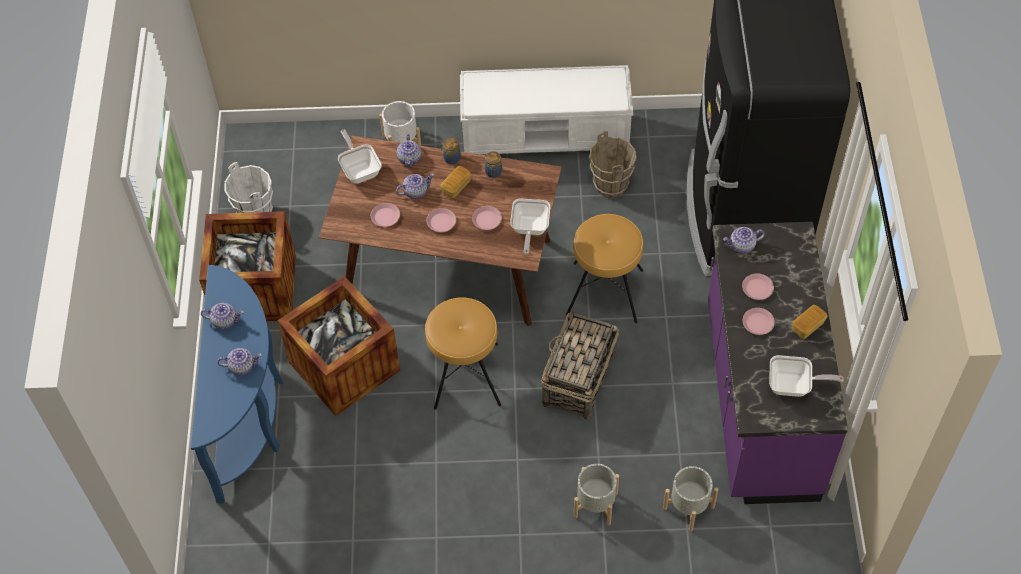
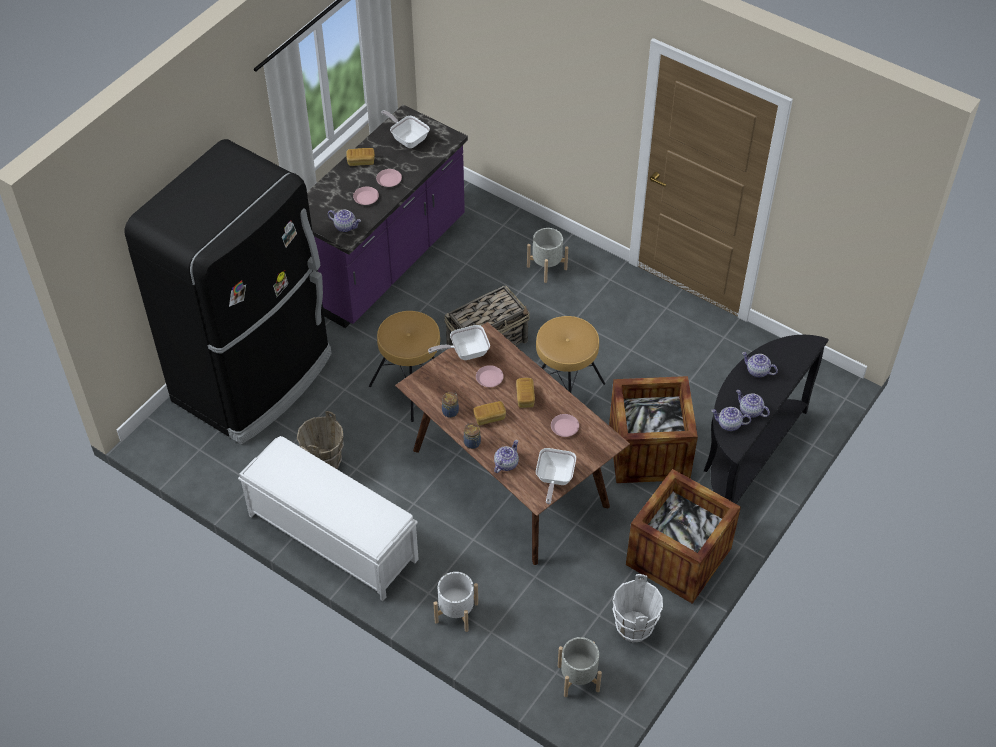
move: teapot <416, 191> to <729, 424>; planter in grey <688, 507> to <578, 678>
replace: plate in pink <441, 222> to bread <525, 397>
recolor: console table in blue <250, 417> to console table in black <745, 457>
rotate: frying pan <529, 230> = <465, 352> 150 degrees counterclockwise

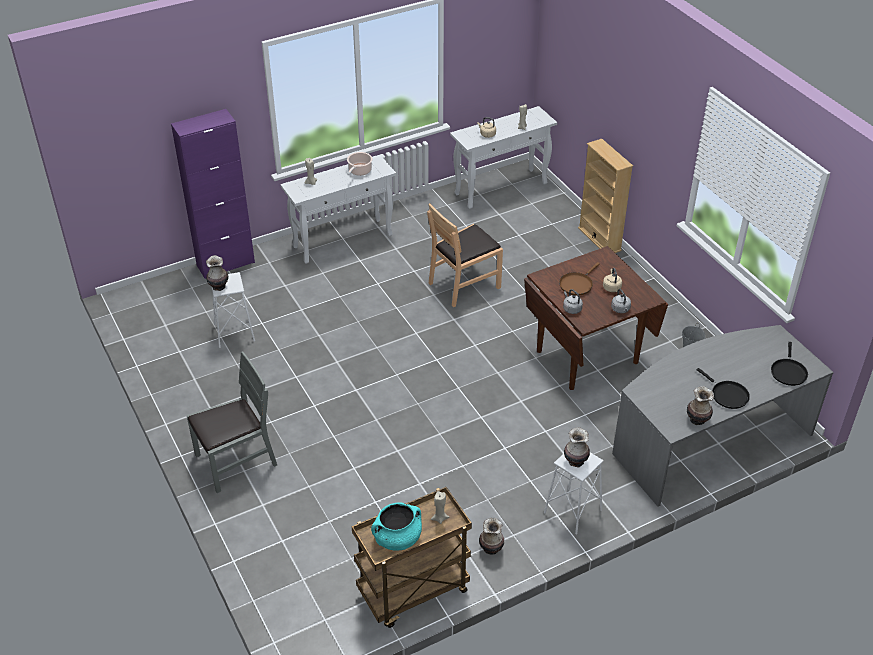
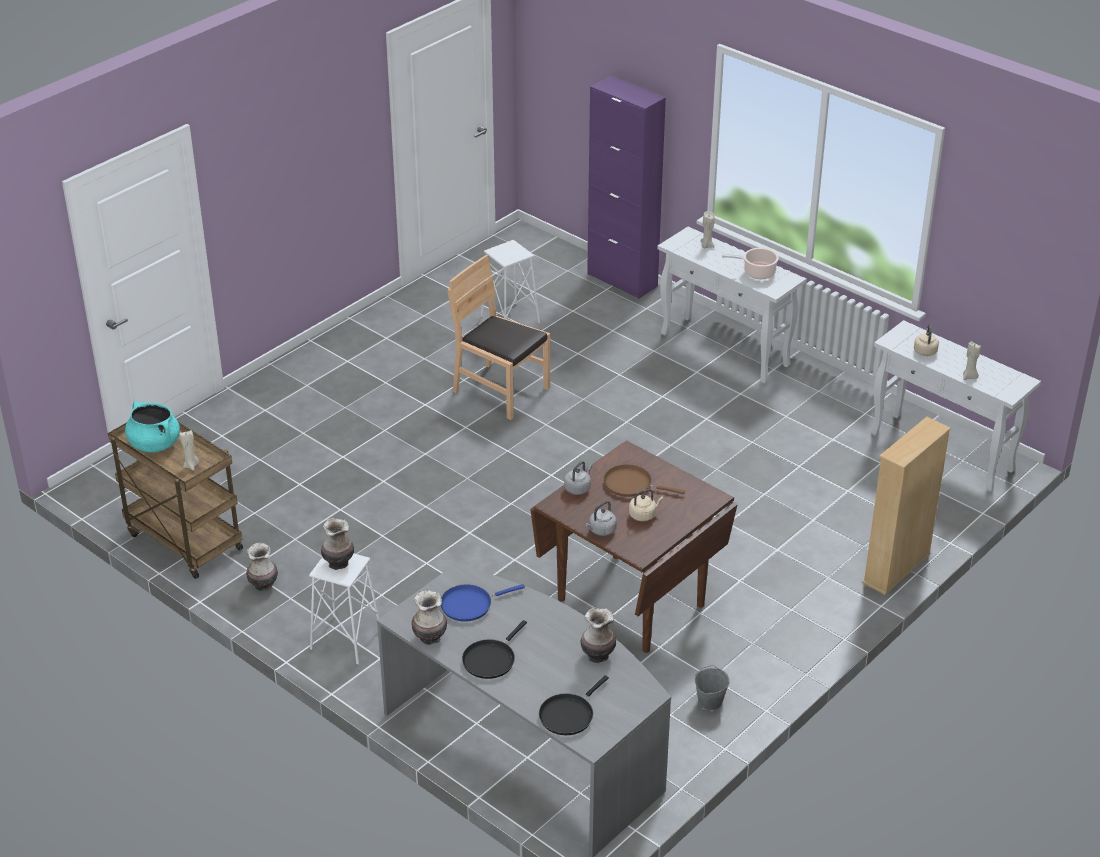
delete: chair in grey <236, 461>
insert: frying pan in blue <470, 605>
move: vase <218, 286> to <597, 655>; chair in brown <464, 284> to <500, 390>
rotate: frying pan in black <788, 372> = <568, 714> 45 degrees counterclockwise

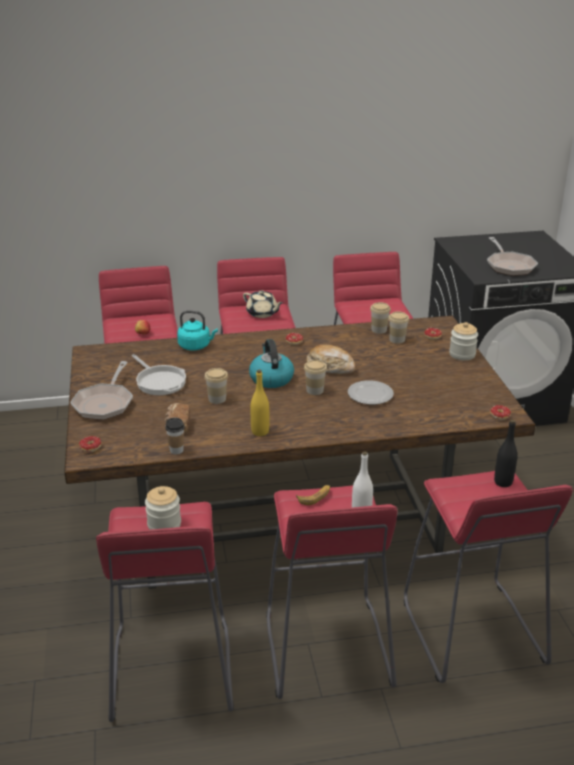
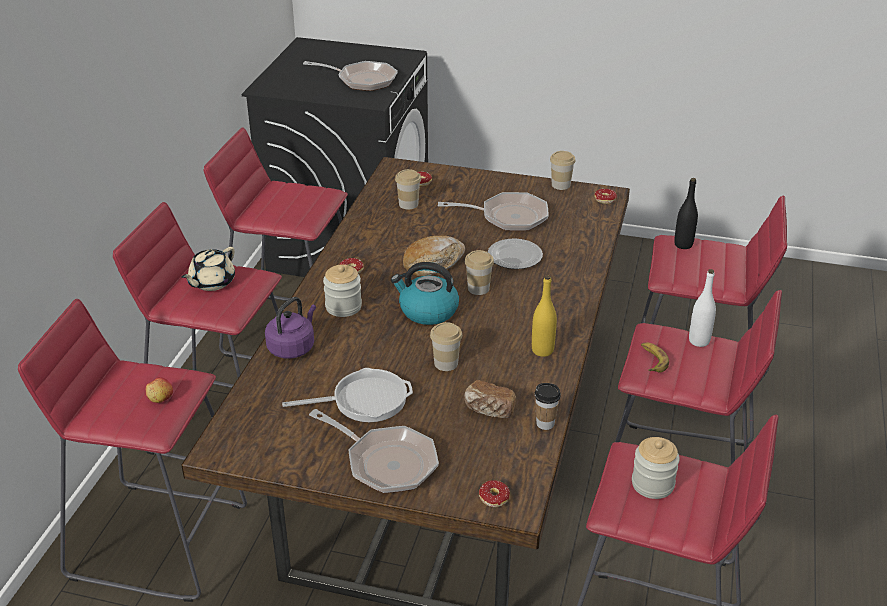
insert: frying pan <508, 217>
move: cup <379, 330> to <561, 185>; jar <462, 354> to <343, 307>
recolor: kettle in turquoise <196, 346> to kettle in purple <293, 347>
rotate: teapot in beige <262, 313> = <211, 282> 150 degrees clockwise

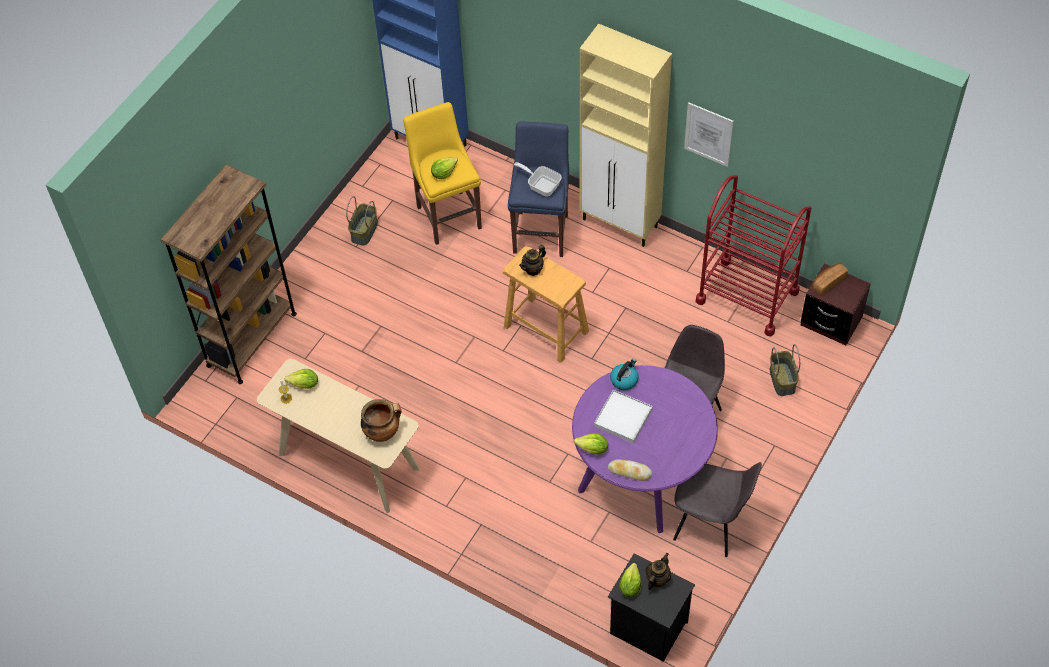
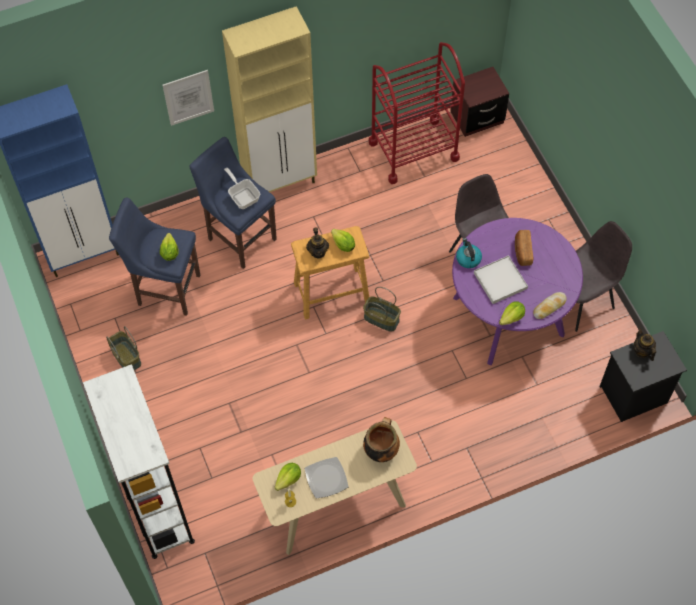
insert: plate <326, 478>
move: lettuce <630, 586> to <343, 245>; picture <708, 134> to <188, 97>; basket <783, 380> to <382, 318>; bread <828, 282> to <522, 251>
recolor: bookcase in brown <251, 339> to bookcase in white <157, 507>; stool in yellow <448, 215> to stool in blue <166, 289>
rotate: frying pan <541, 185> = <243, 196> 75 degrees clockwise

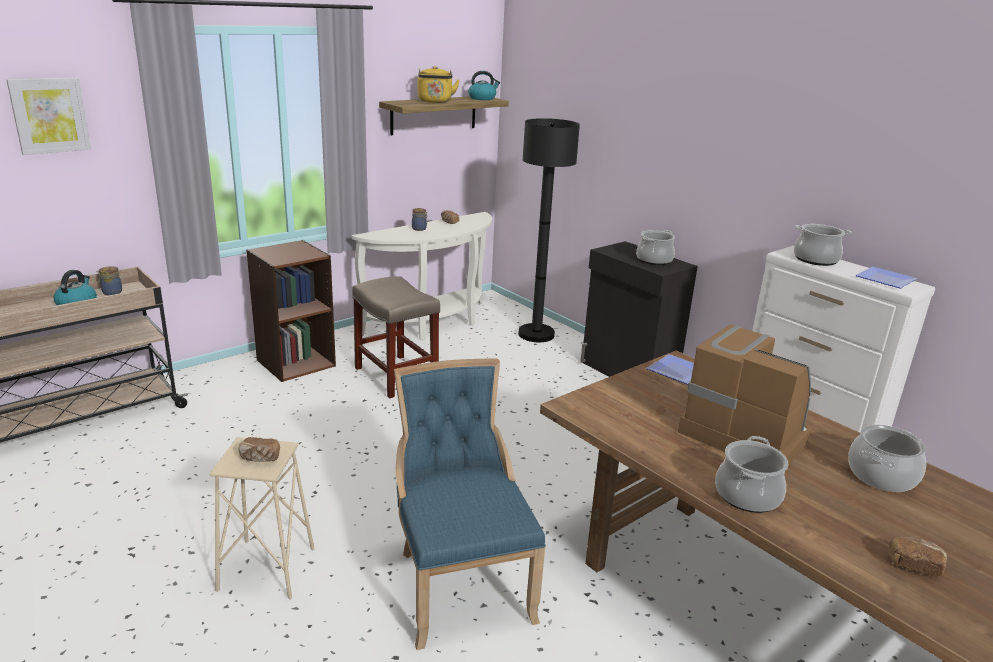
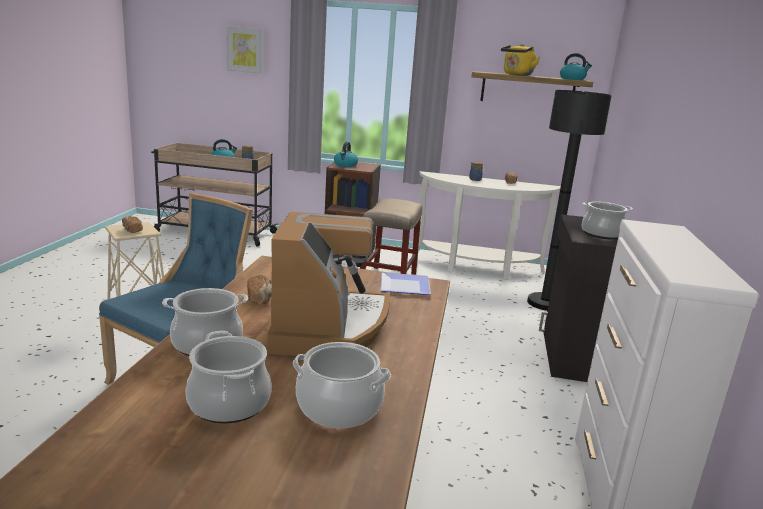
delete: plate <887, 280>
insert: kettle <345, 165>
move: cooking pot <816, 259> to <229, 403>; bread <913, 565> to <260, 298>

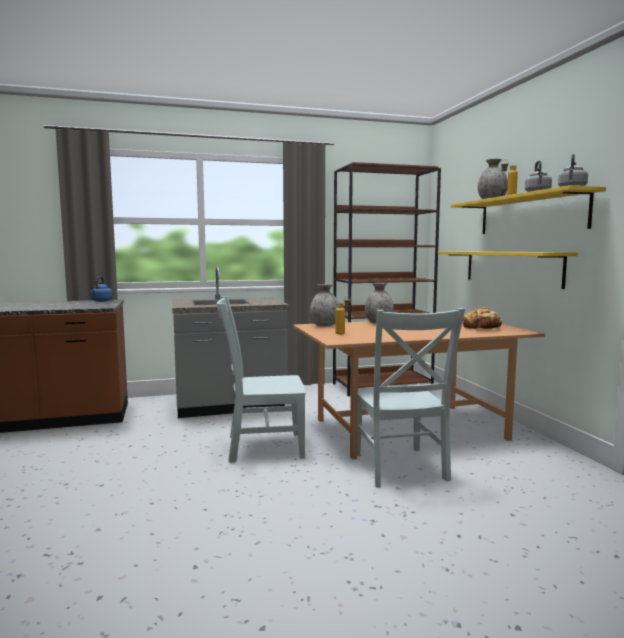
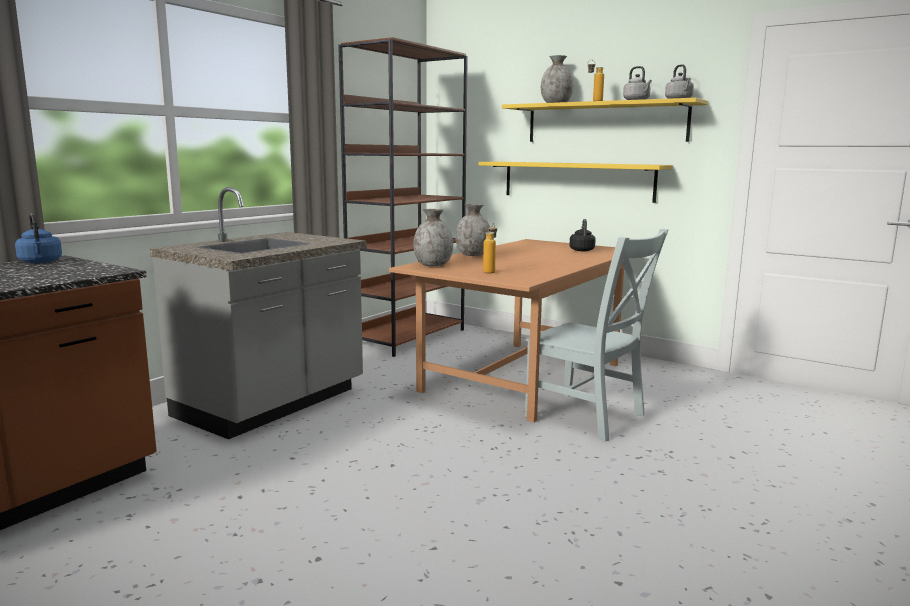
delete: chair in grey <261, 446>
replace: bread <482, 328> to kettle in black <581, 250>

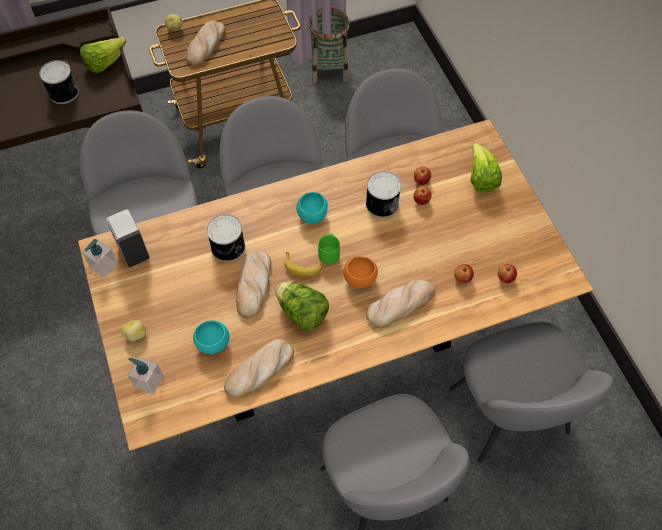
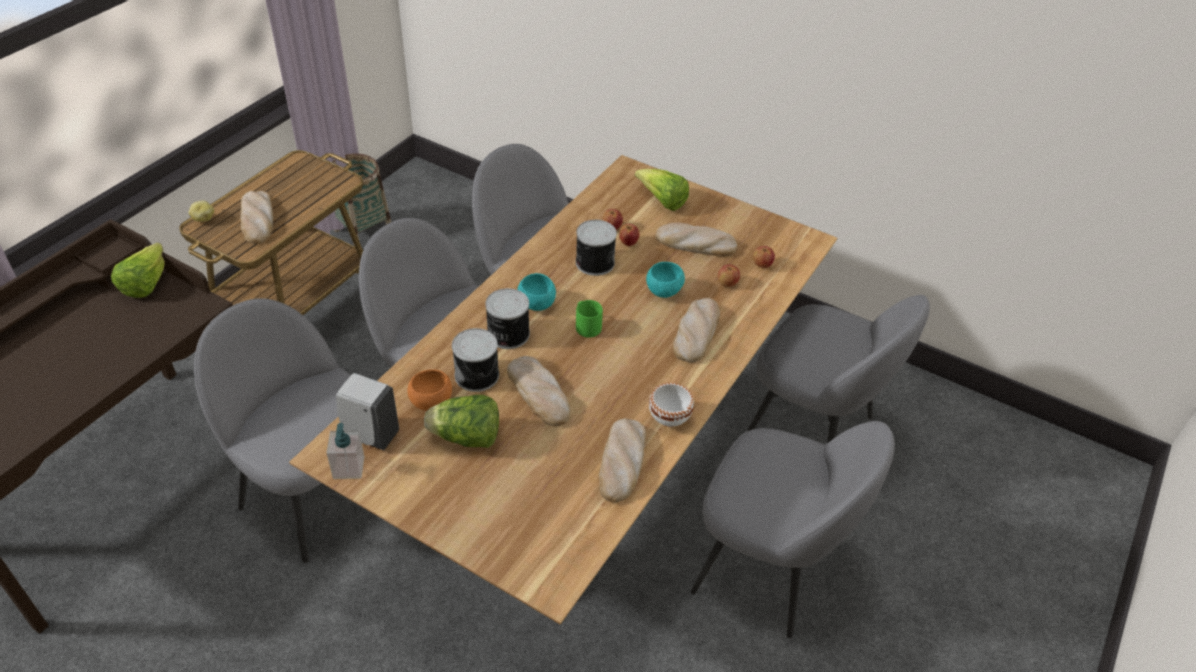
delete: potato <136, 335>; soap dispenser <148, 381>; banana <303, 267>
insert: bowl in white <670, 417>; bread <695, 244>
move: can <62, 92> to <507, 334>; bowl in turquoise <213, 343> to <663, 291>; lettuce <302, 313> to <466, 437>; bowl in orange <360, 279> to <431, 402>

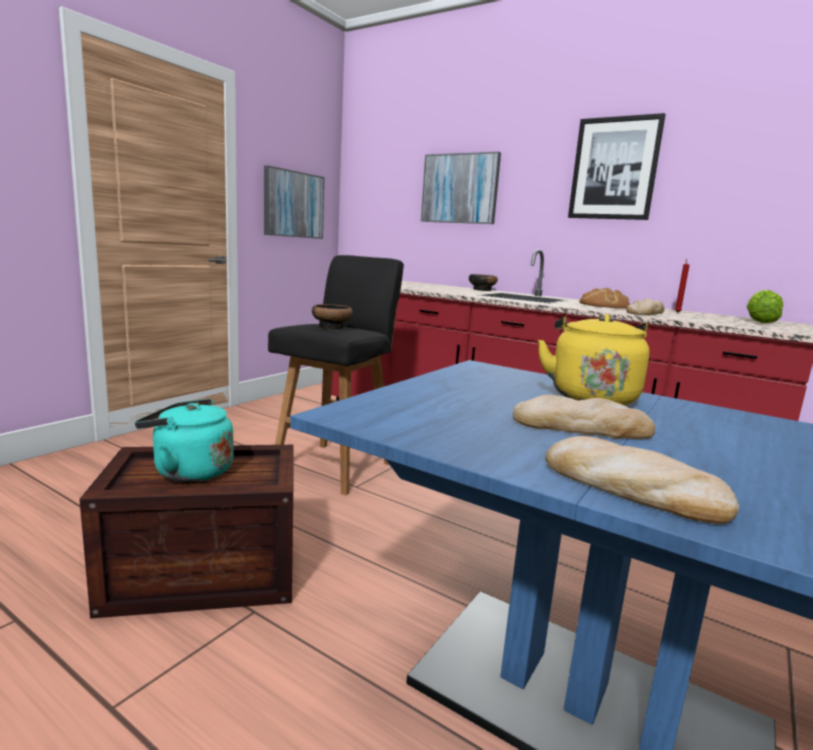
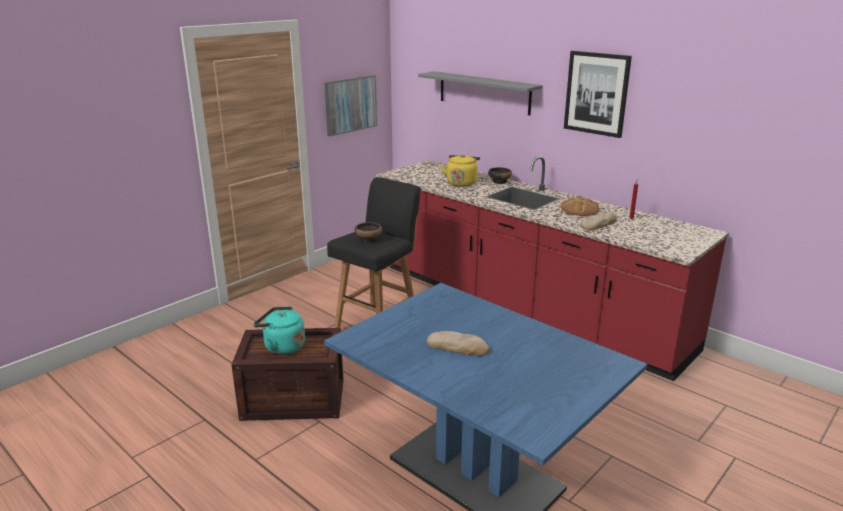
delete: bread <630, 488>; lettuce <759, 322>
move: kettle in yellow <591, 396> to <461, 183>
replace: picture <460, 189> to shelf in grey <484, 92>

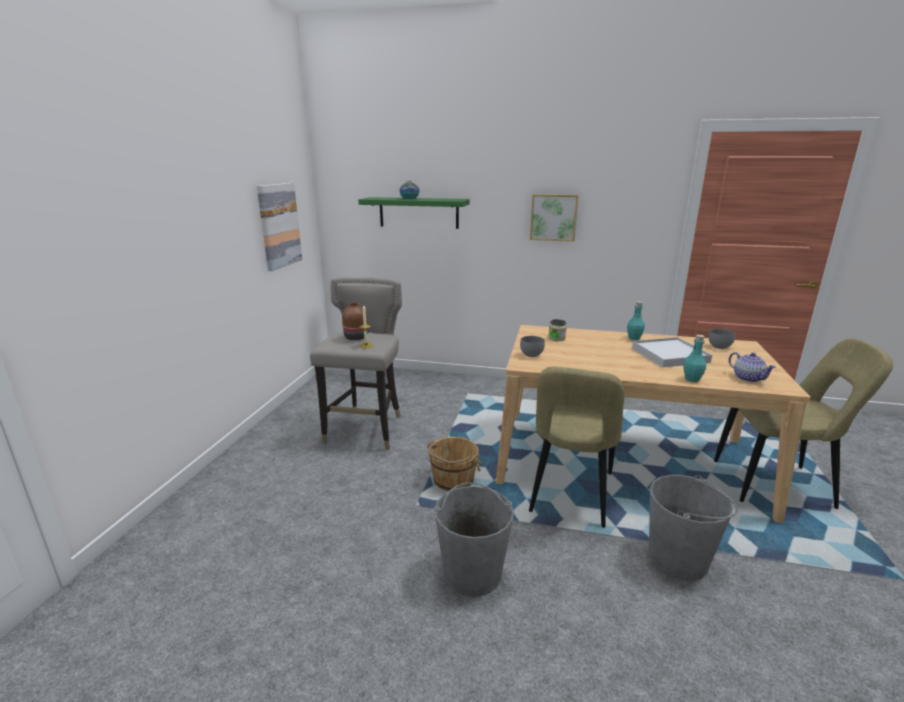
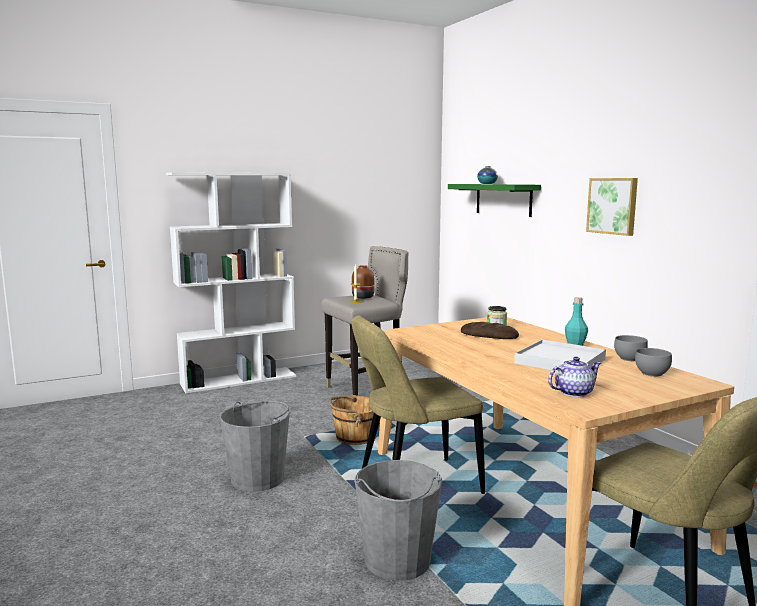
delete: picture <279, 225>; bottle in turquoise <692, 379>
insert: bookcase in white <239, 380>; bread <489, 335>
move: bowl in grey <532, 355> to <630, 359>
rotate: teapot <747, 378> = <573, 392> 135 degrees counterclockwise

